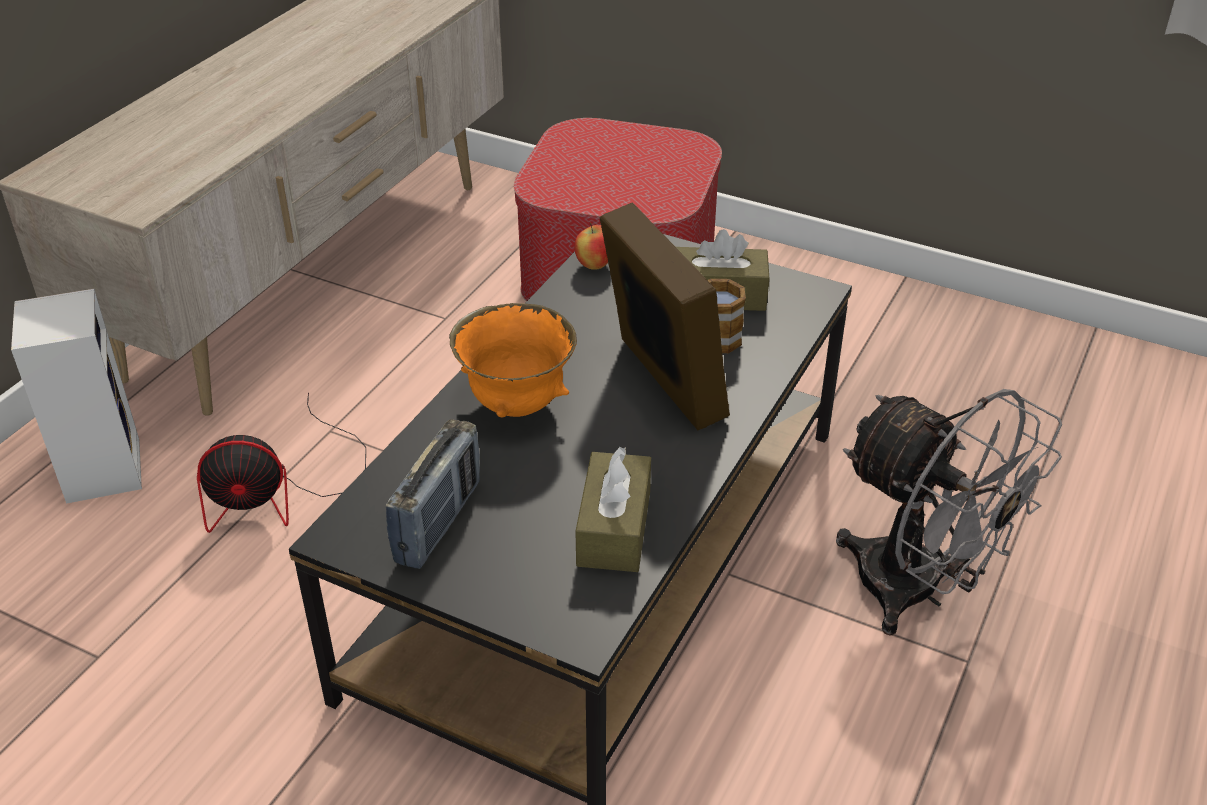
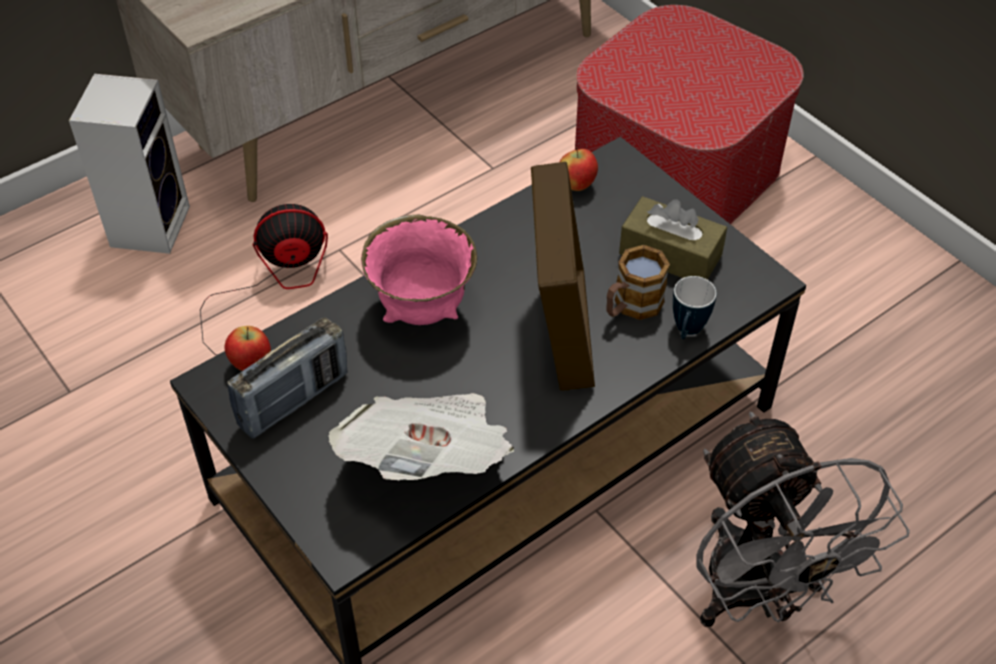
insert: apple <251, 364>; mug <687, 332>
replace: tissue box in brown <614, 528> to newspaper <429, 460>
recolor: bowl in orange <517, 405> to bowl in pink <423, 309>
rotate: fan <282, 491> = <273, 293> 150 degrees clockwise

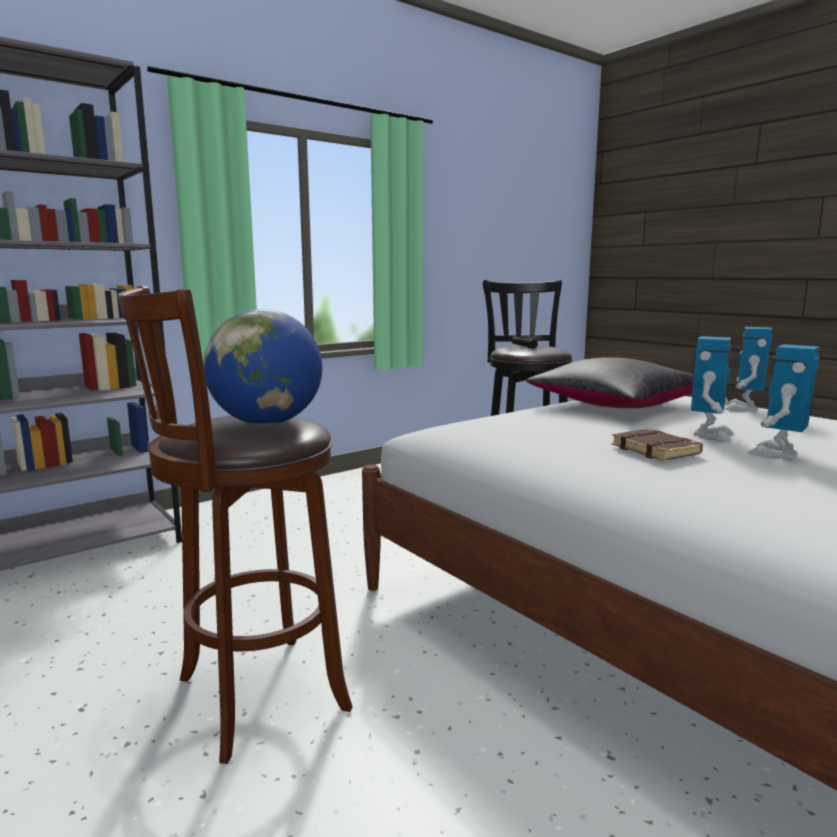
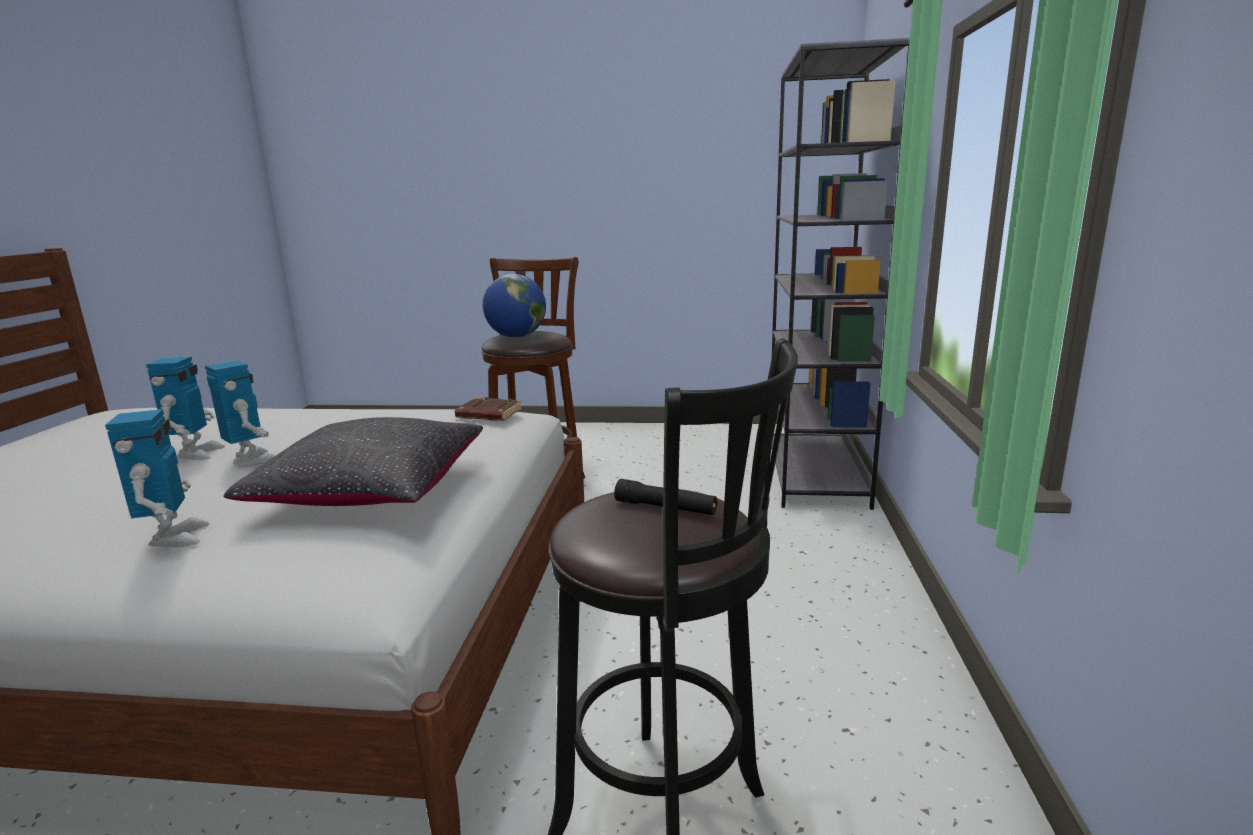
move: book in brown <656, 450> to <488, 414>
rotate: toy robot <710, 435> = <252, 460> 150 degrees clockwise

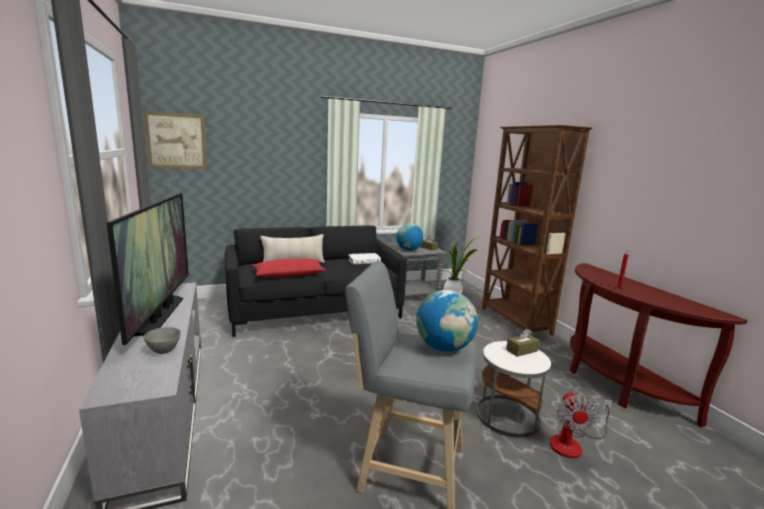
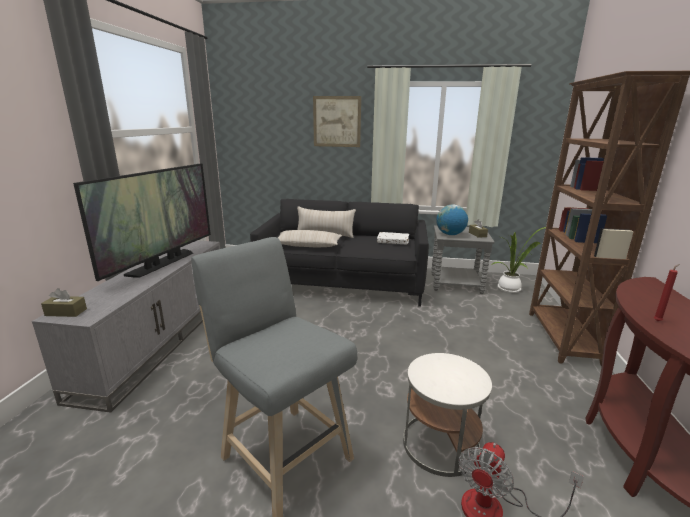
delete: bowl in grey <164, 351>; globe <444, 348>
move: picture <176, 141> to <337, 121>; tissue box in brown <521, 350> to <66, 312>
recolor: pillow in red <289, 275> to pillow in beige <308, 245>

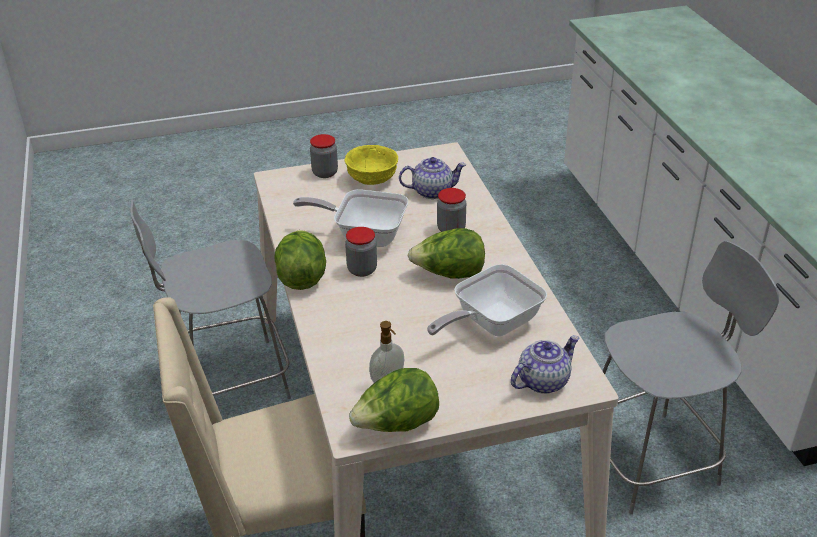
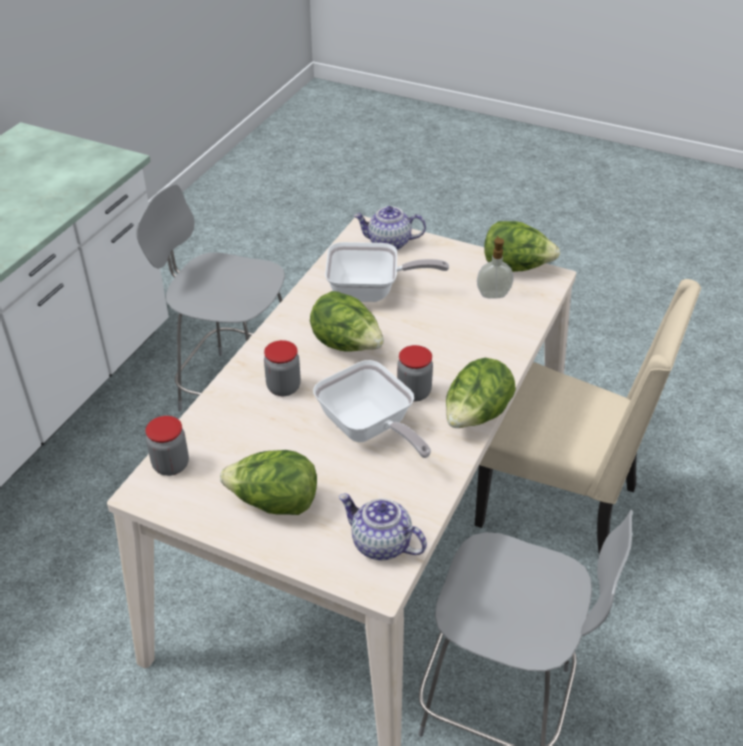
move: jar <325, 173> to <171, 465>; teapot <432, 191> to <380, 544>
replace: bowl in yellow <371, 179> to lettuce <274, 503>

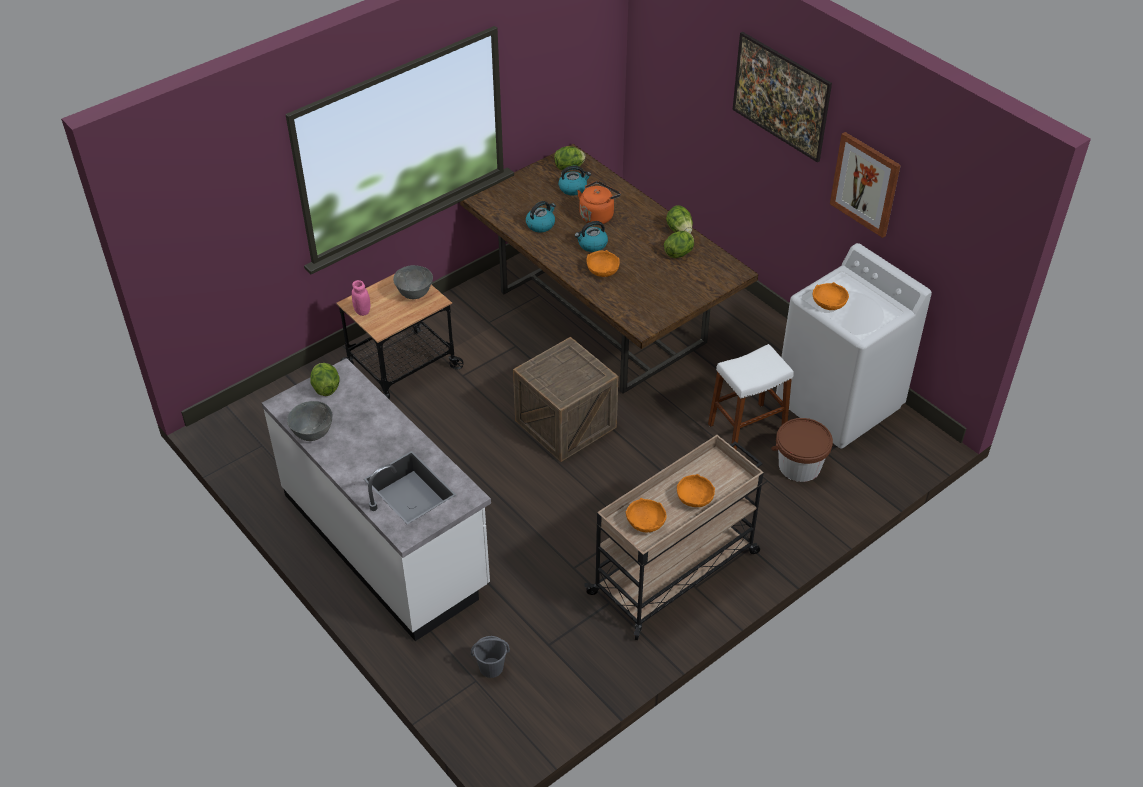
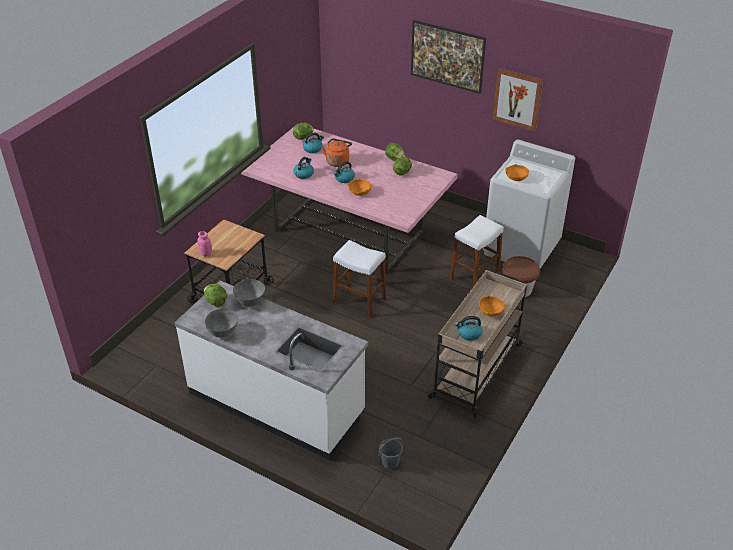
move: bowl in grey <414, 294> to <250, 302>
replace: crate <565, 424> to stool in white <359, 300>; bowl in orange <646, 523> to kettle <469, 334>
recolor: dining table in brown <603, 318> to dining table in pink <350, 232>

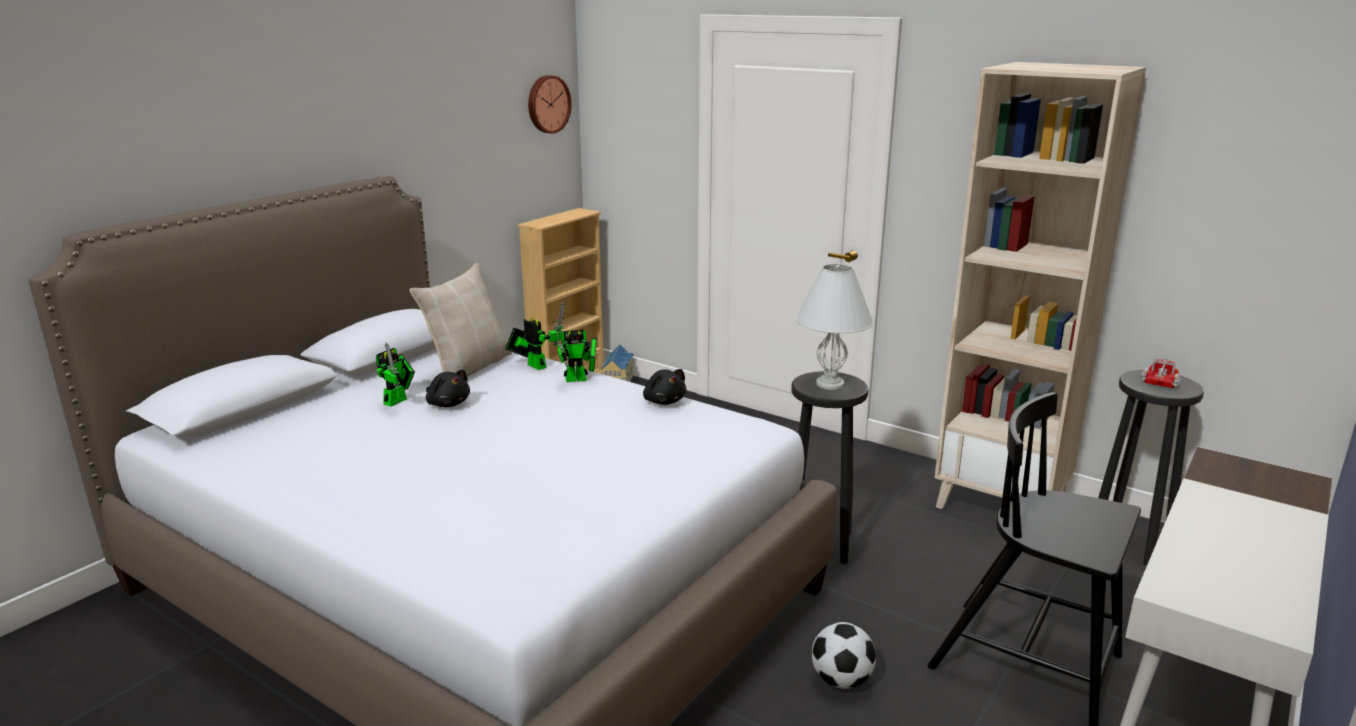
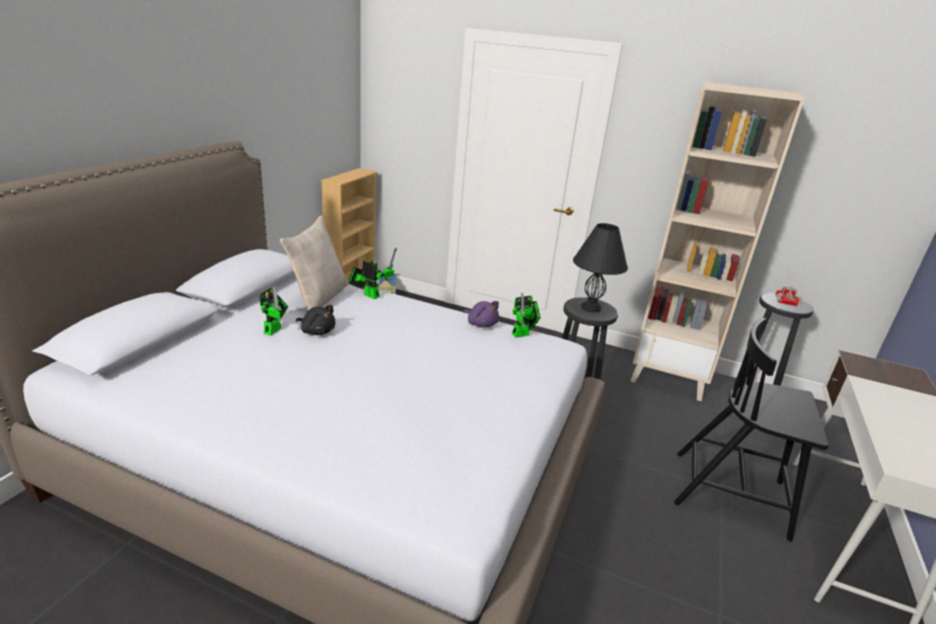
delete: wall clock <547, 104>; football <841, 680>
move: toy robot <579, 379> to <523, 334>
recolor: plush toy in black <663, 401> to plush toy in purple <481, 324>; table lamp in white <830, 383> to table lamp in black <591, 307>

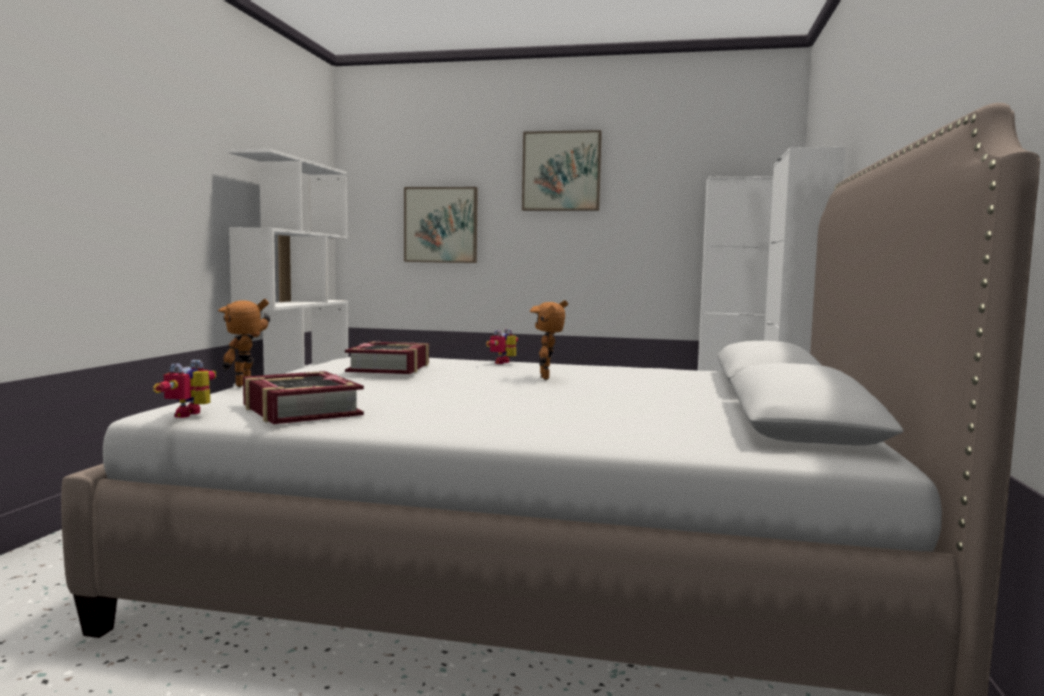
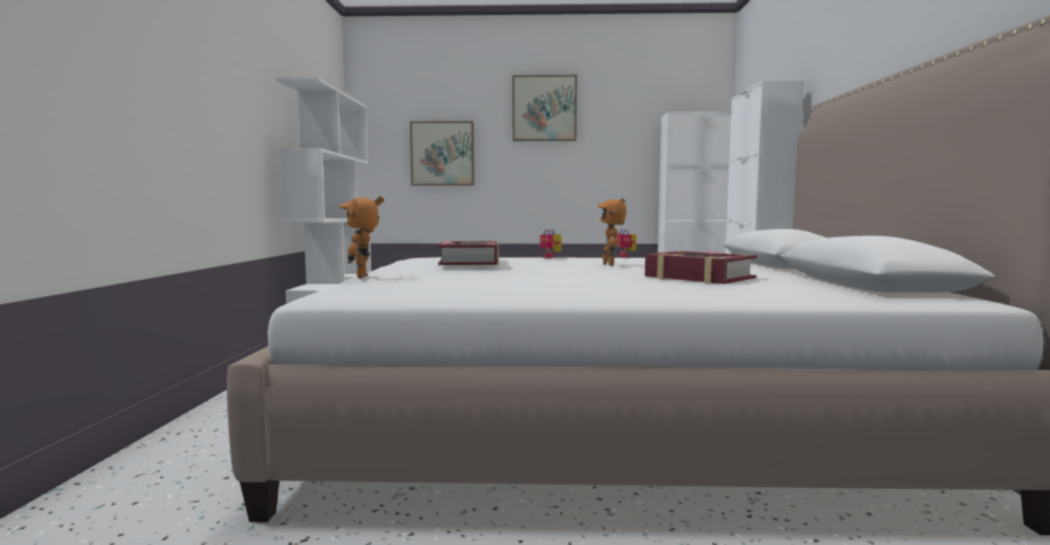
move: toy robot <193, 415> to <626, 256>; book <300, 410> to <699, 277>

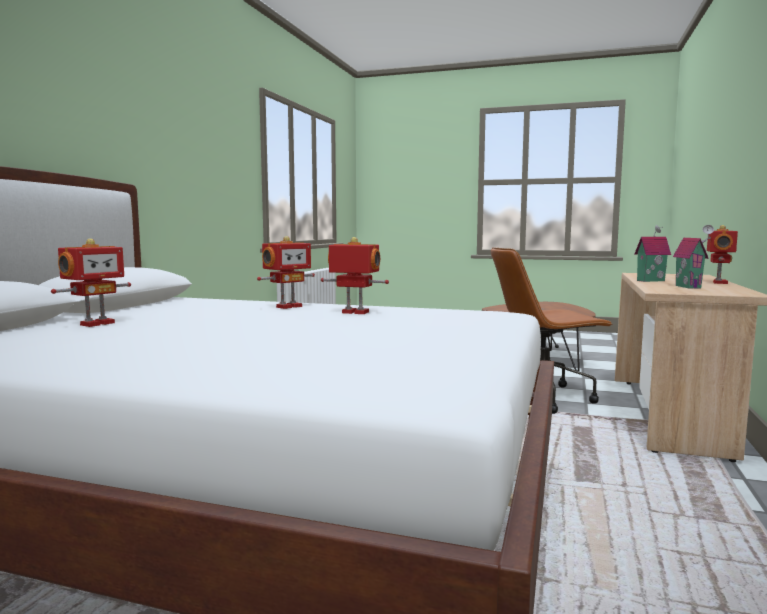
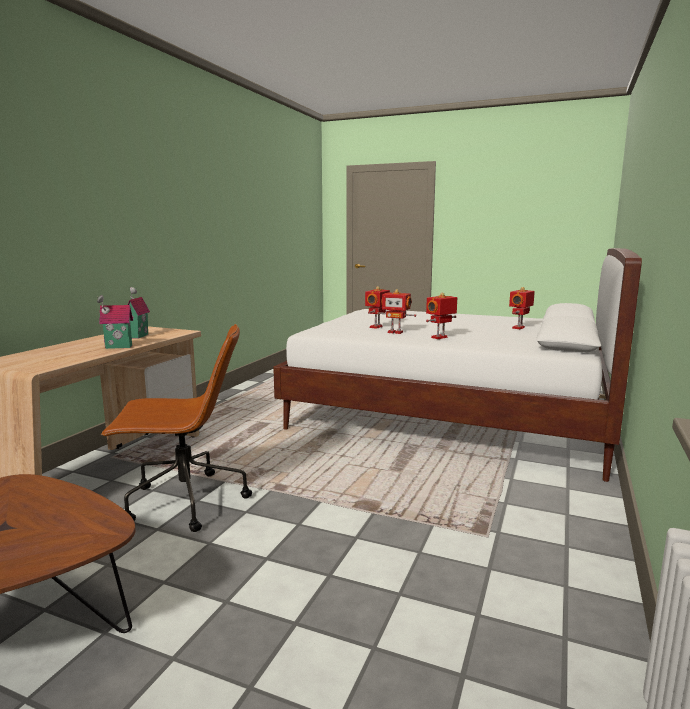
move: toy robot <718, 282> to <377, 327>

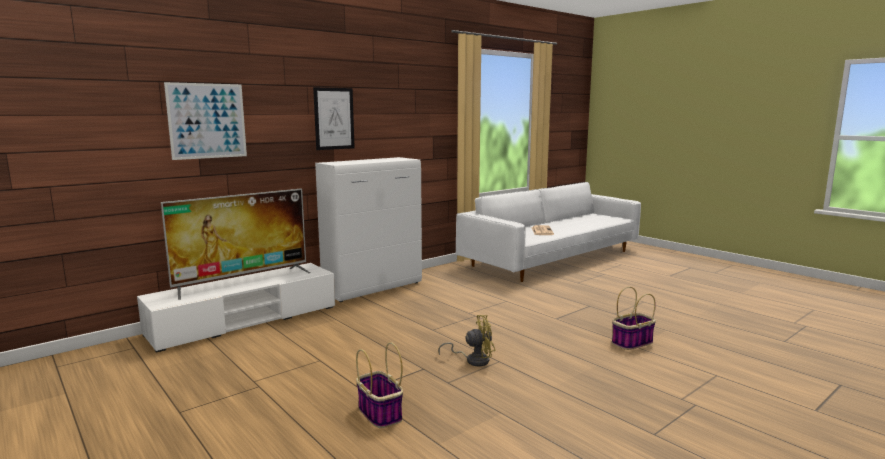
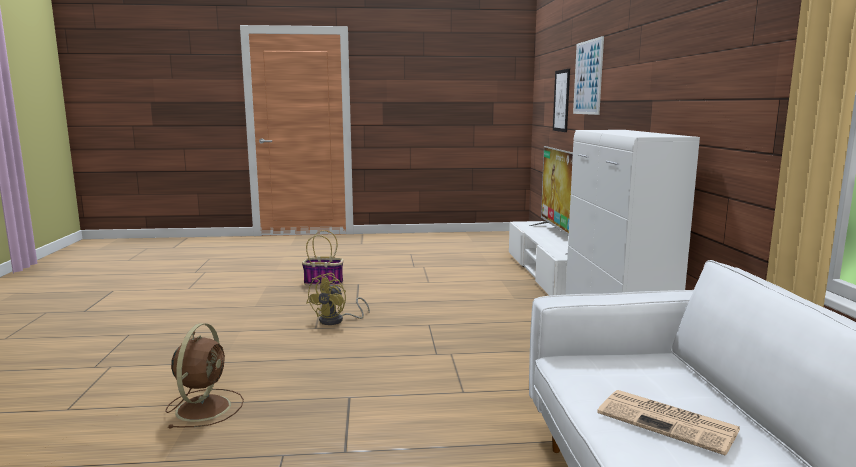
move: picture <334, 118> to <561, 100>
replace: basket <632, 343> to fan in brown <204, 407>

